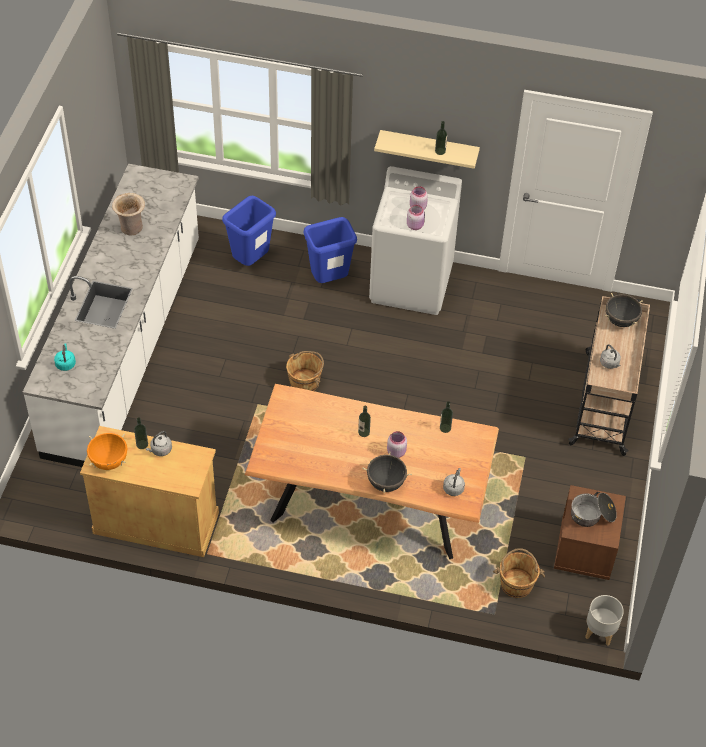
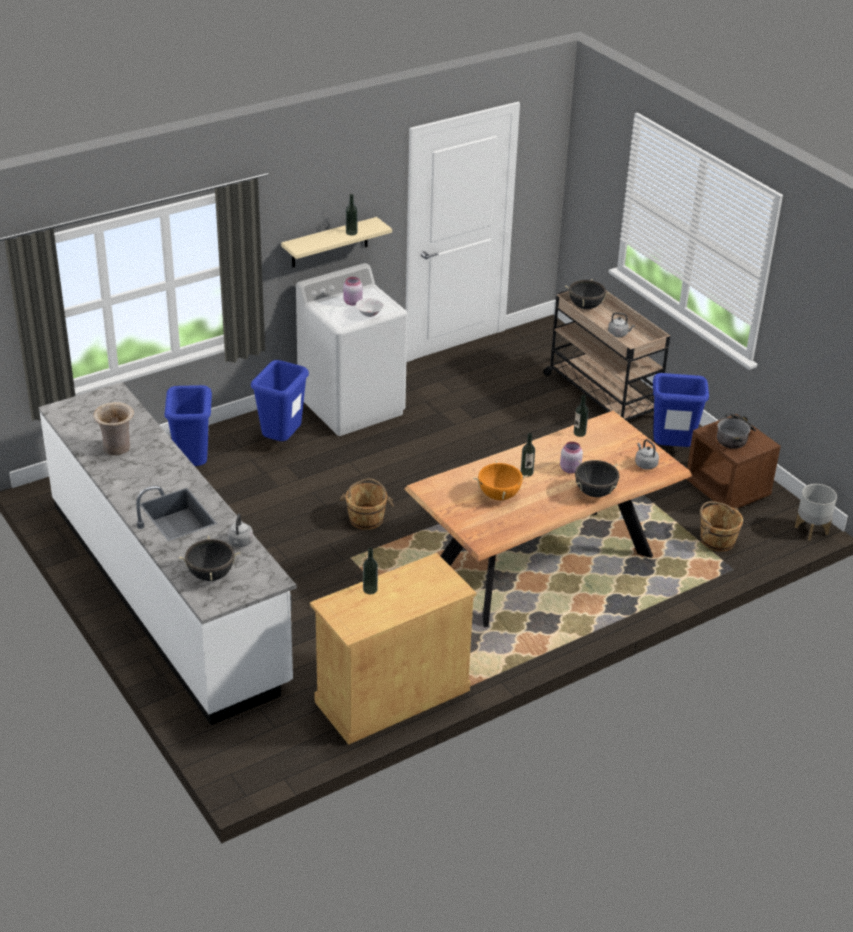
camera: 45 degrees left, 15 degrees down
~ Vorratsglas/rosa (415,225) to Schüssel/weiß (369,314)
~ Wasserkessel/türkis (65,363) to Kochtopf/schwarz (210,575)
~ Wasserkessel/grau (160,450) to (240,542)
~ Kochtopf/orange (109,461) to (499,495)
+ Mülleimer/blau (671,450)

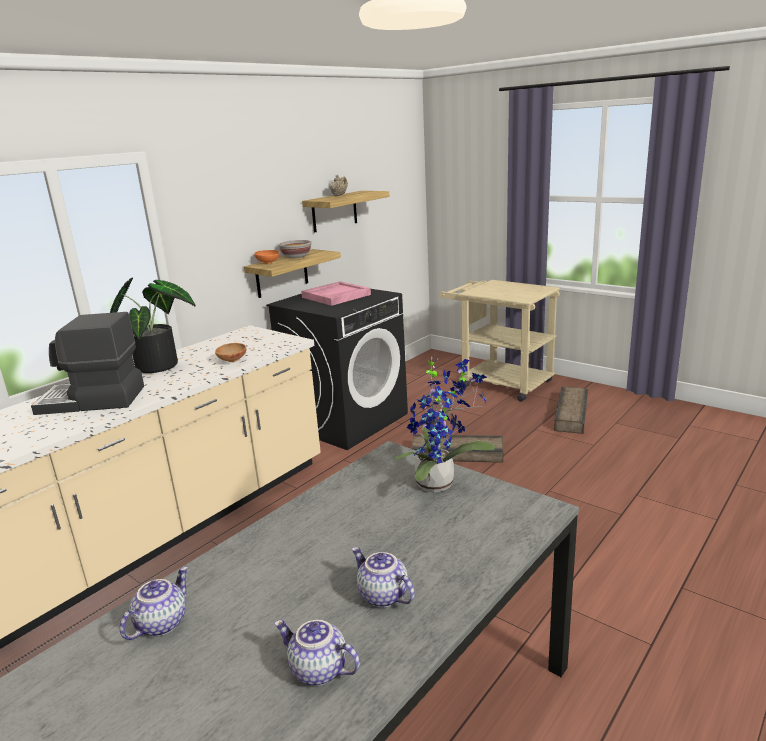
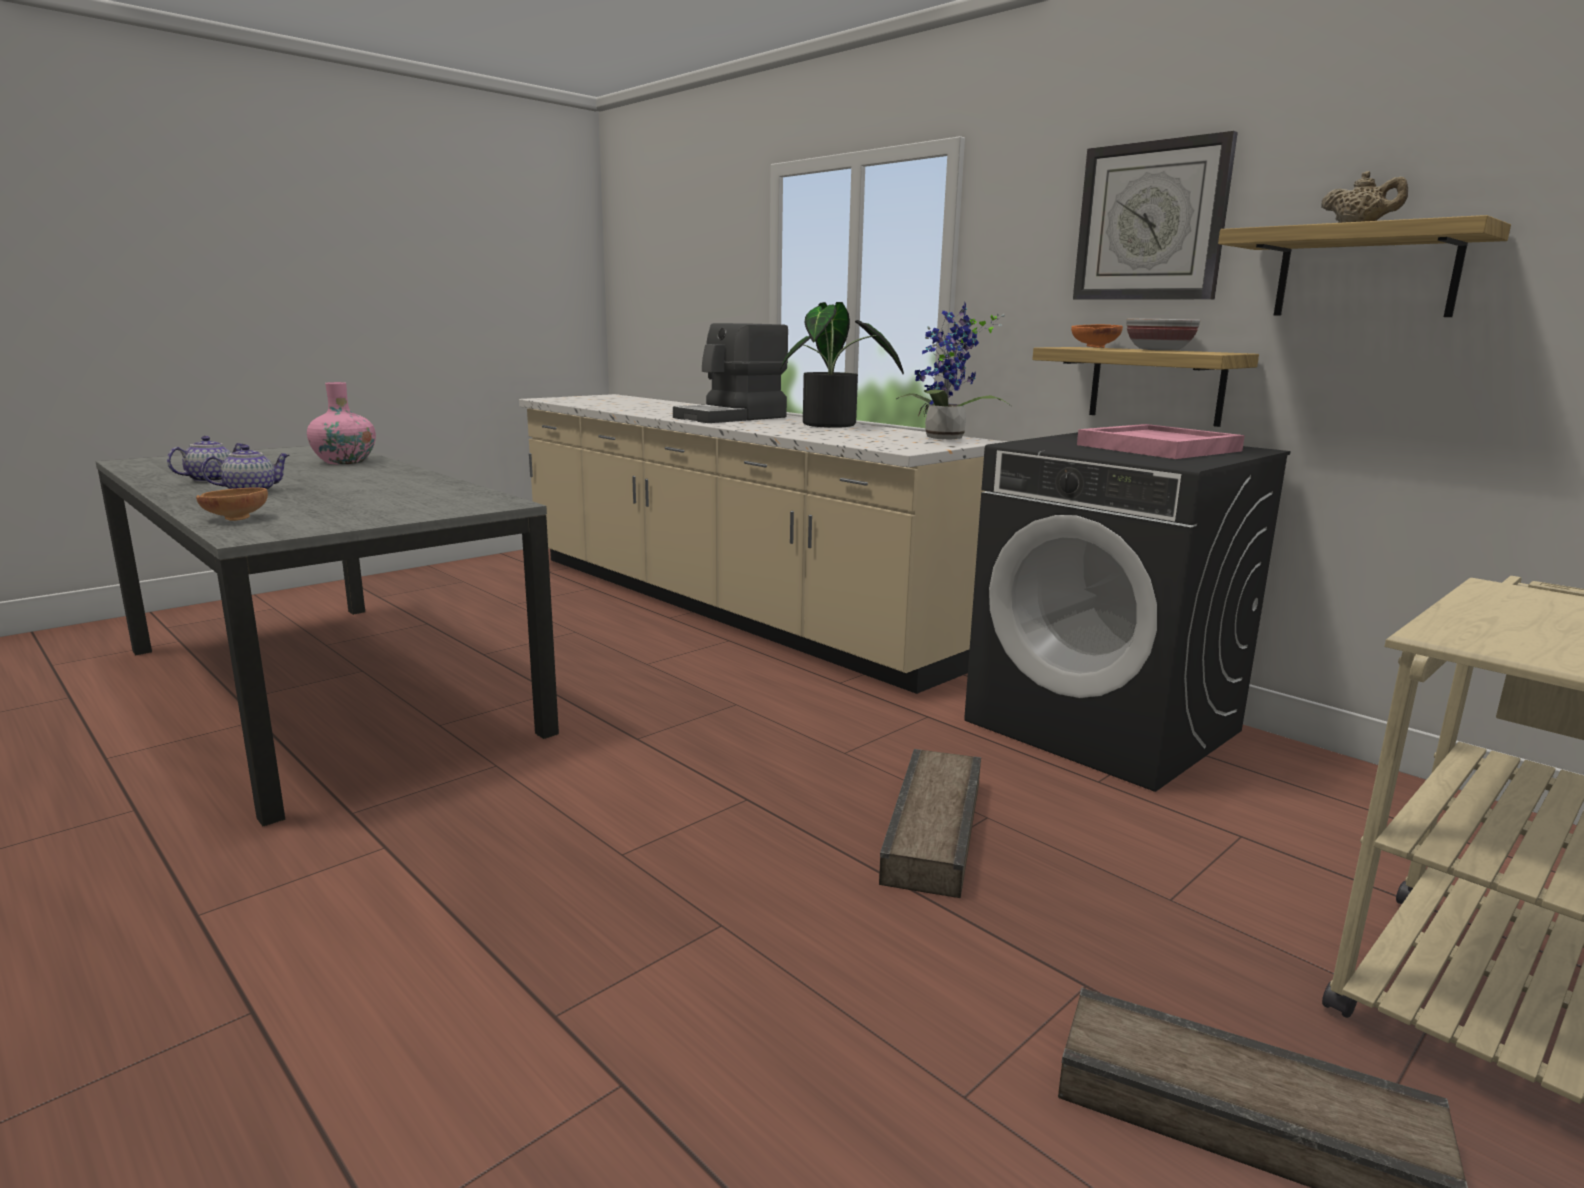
camera: 95 degrees right, 5 degrees down
~ Kaffeemaschine (92,401) = (732,417) 135 degrees counterclockwise
~ Schüssel/braun (232,361) to (235,518)
~ Topfpflanze (440,483) to (945,439)
~ Teekanne (161,623) to Vase/rosa (345,461)
+ Wanduhr (1151,222)

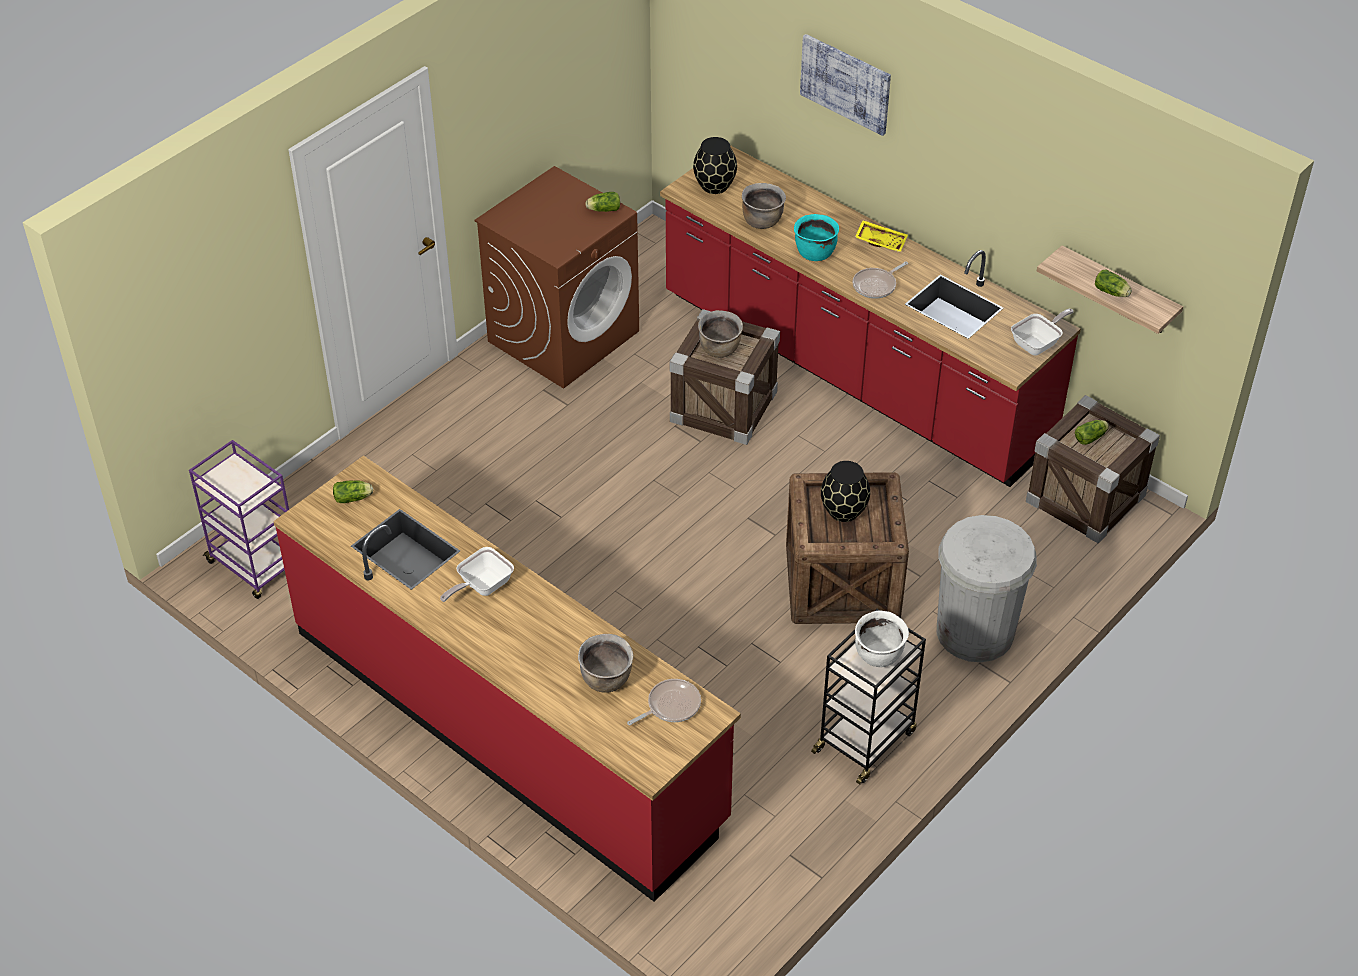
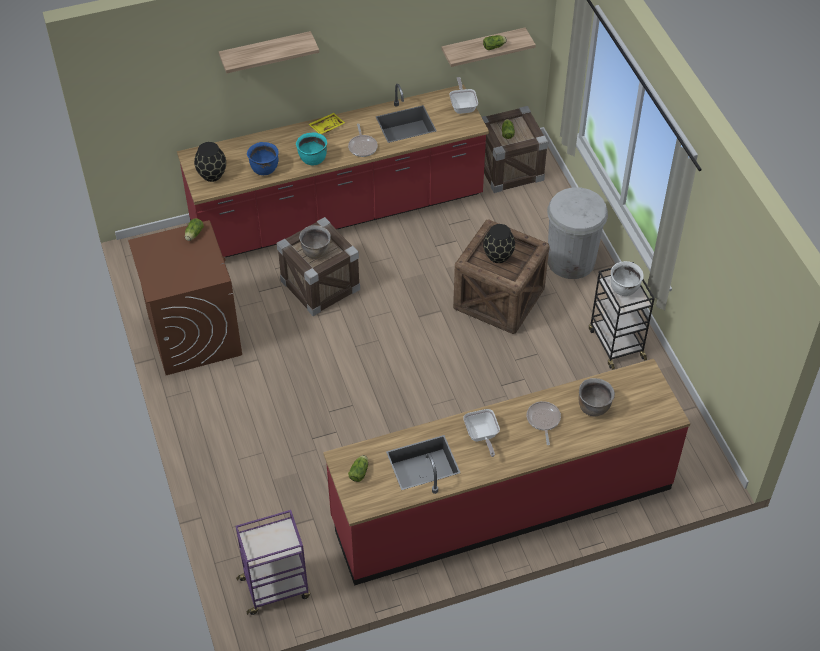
camera: 60 degrees left, 5 degrees up
~ Bild (846,83) to Wandregal (266,52)
~ Kochtopf/braun (762,221) to Kochtopf/blau (264,168)
~ Pfanne (671,706) to (543,420)

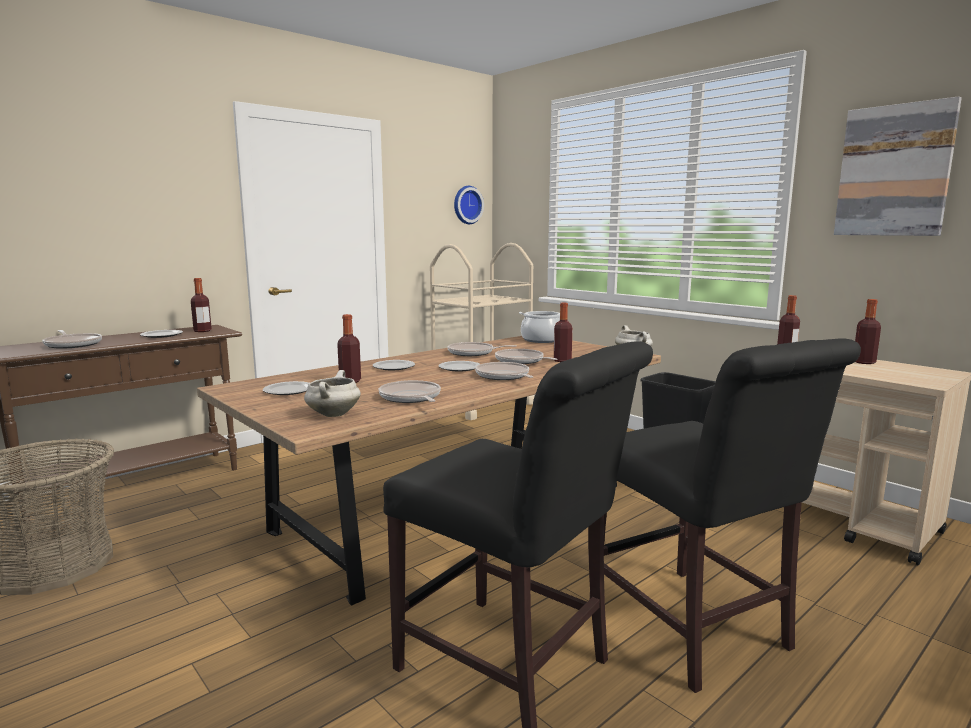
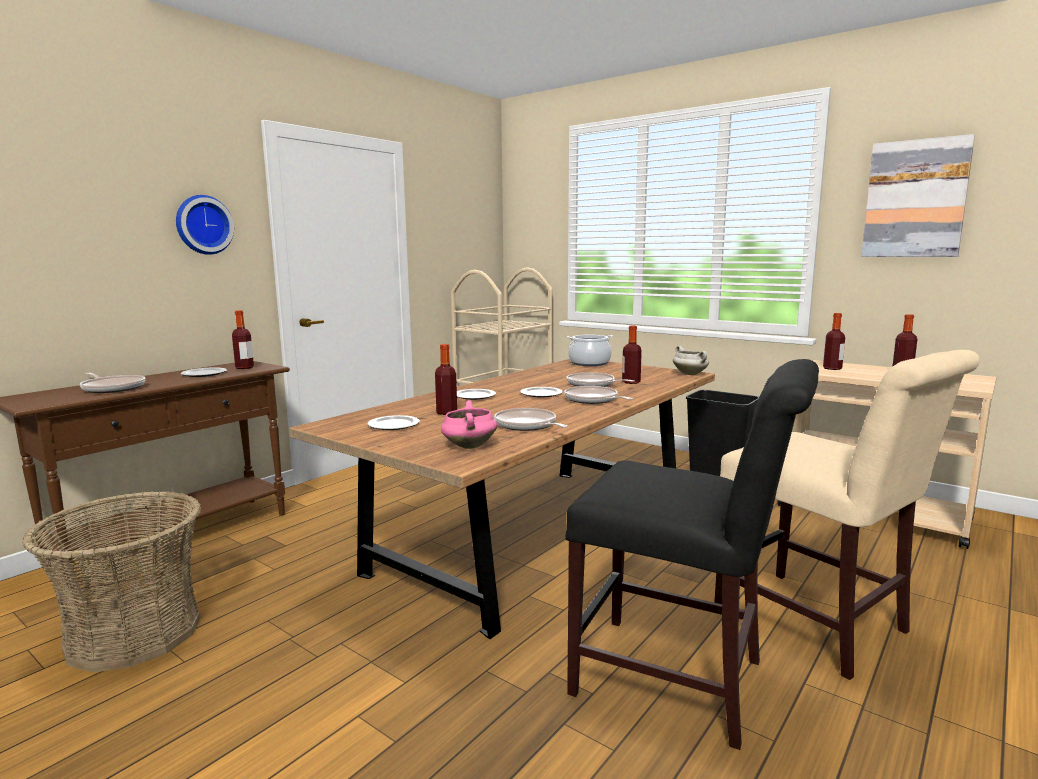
camera: 10 degrees left, 0 degrees up
~ Wanduhr (466,205) to (203,225)
~ Stuhl/schwarz (694,631) to Stuhl/beige (818,626)
- Pfanne (473,353)
~ Kochtopf/weiß (333,414) to Kochtopf/rosa (468,446)

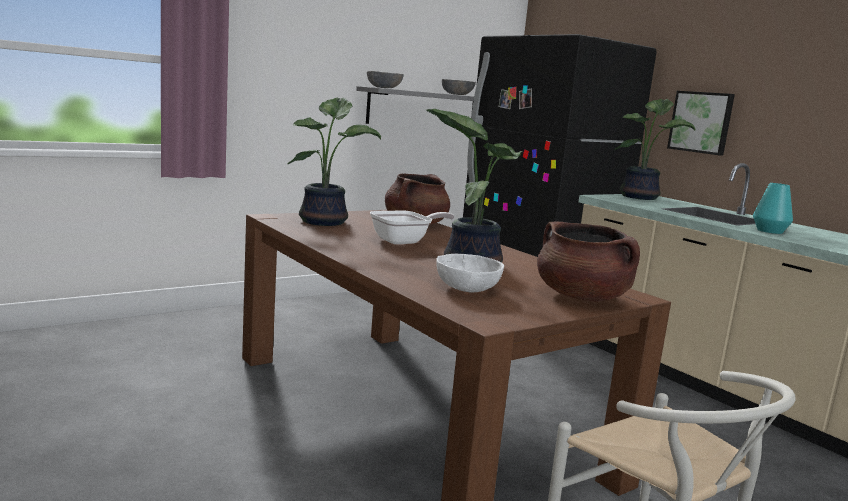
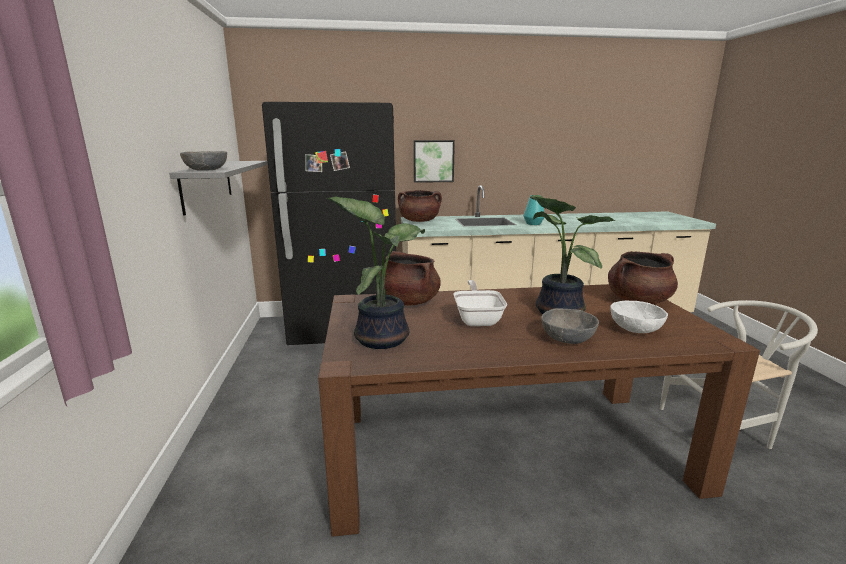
camera: 60 degrees left, 5 degrees up
~ Schüssel/grau (457,94) to (567,338)
~ Topfpflanze (641,197) to Kochtopf/braun (419,221)

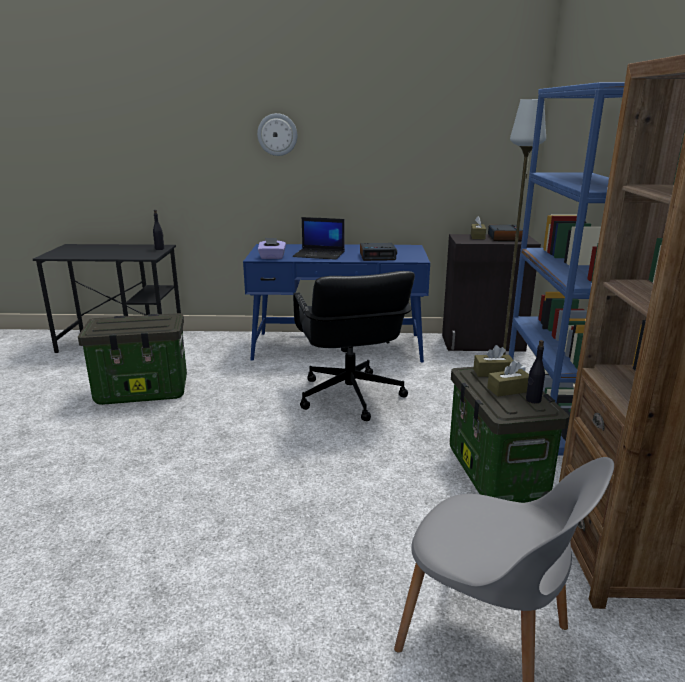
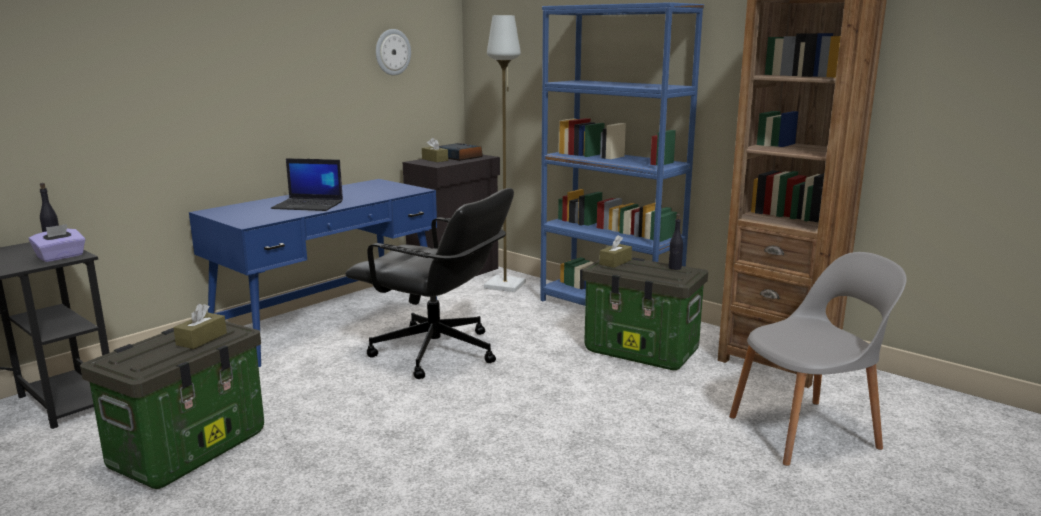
camera: 50 degrees left, 5 degrees down
~ Wanduhr (277,134) to (392,52)
~ Laptop (320,254) = (309,205) 45 degrees clockwise
~ Taschentuchbox/lila (272,257) to (61,257)
- Wecker (378,256)
~ Taschentuchbox/braun (508,390) to (201,339)

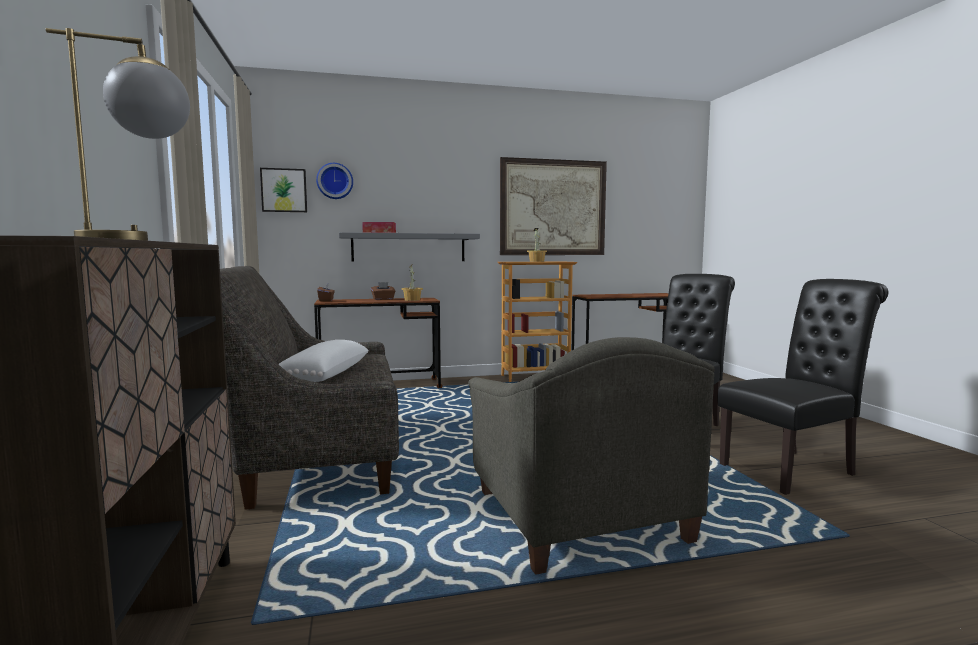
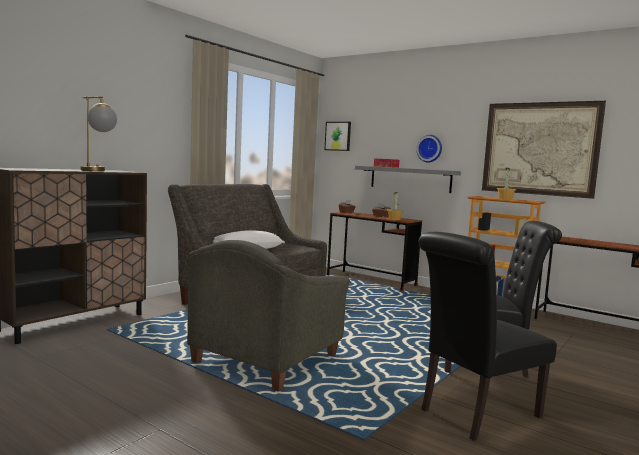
camera: 50 degrees right, 0 degrees up
~ Wanduhr (335,181) to (430,148)
~ Stuhl/schwarz (793,469) = (474,414) 120 degrees clockwise

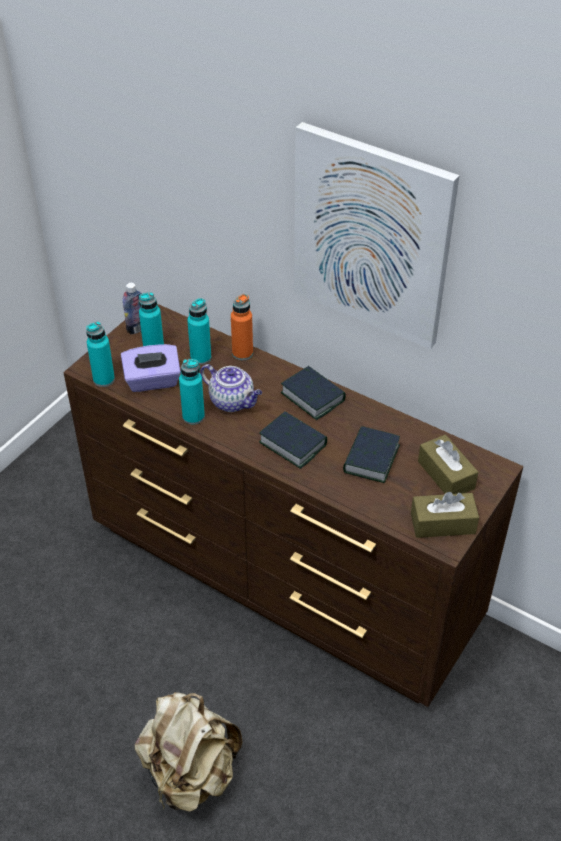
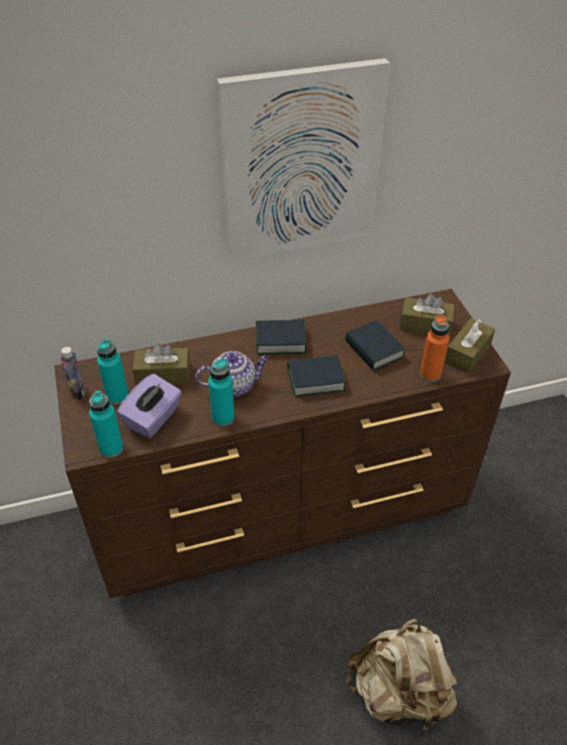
camera: 50 degrees left, 0 degrees up
~ Flasche/orange (242,353) to (430,374)
~ Flasche/türkis (201,357) to Taschentuchbox/braun (163,374)

